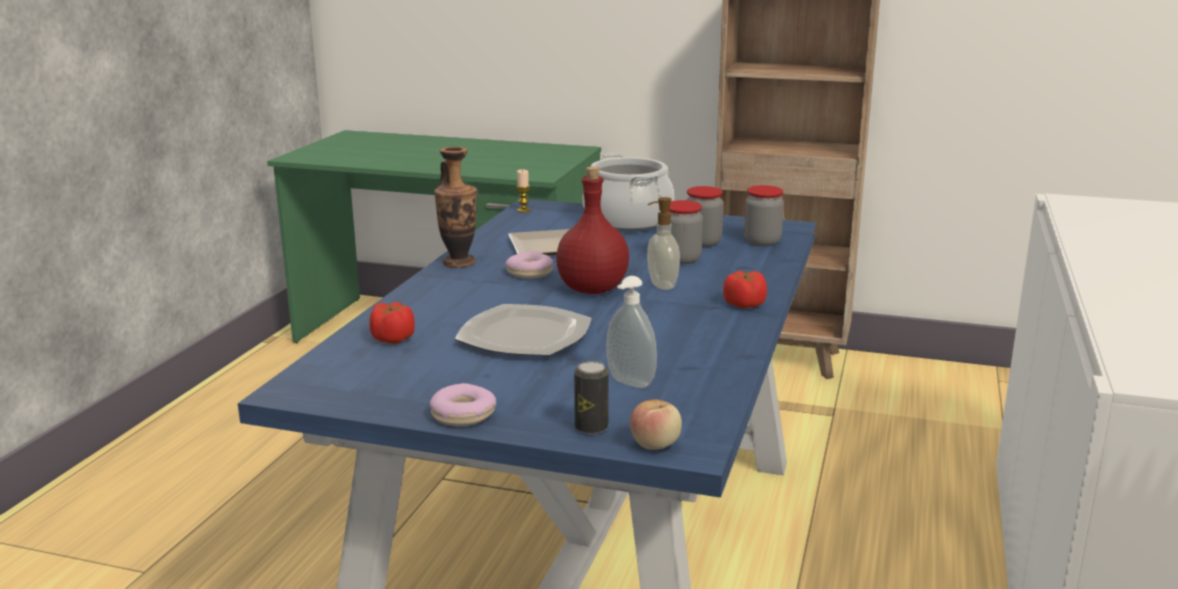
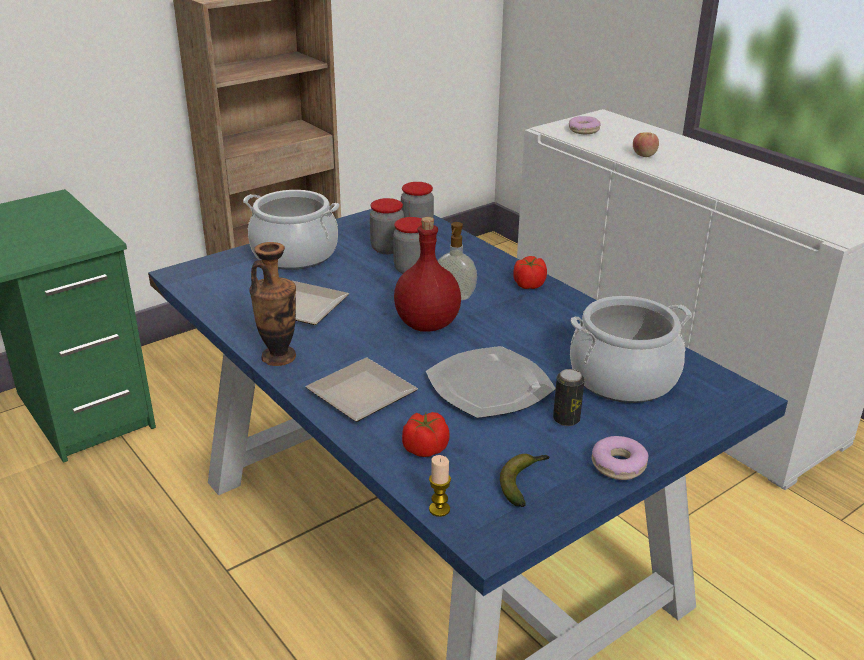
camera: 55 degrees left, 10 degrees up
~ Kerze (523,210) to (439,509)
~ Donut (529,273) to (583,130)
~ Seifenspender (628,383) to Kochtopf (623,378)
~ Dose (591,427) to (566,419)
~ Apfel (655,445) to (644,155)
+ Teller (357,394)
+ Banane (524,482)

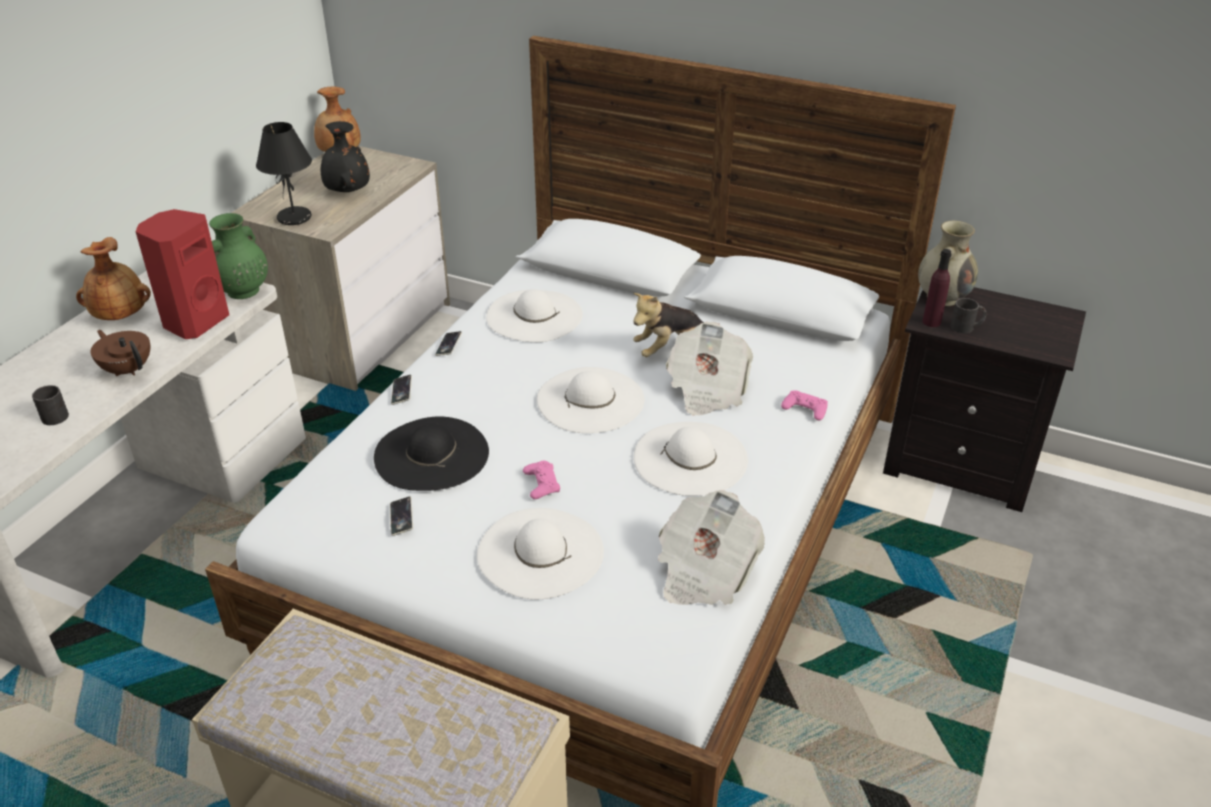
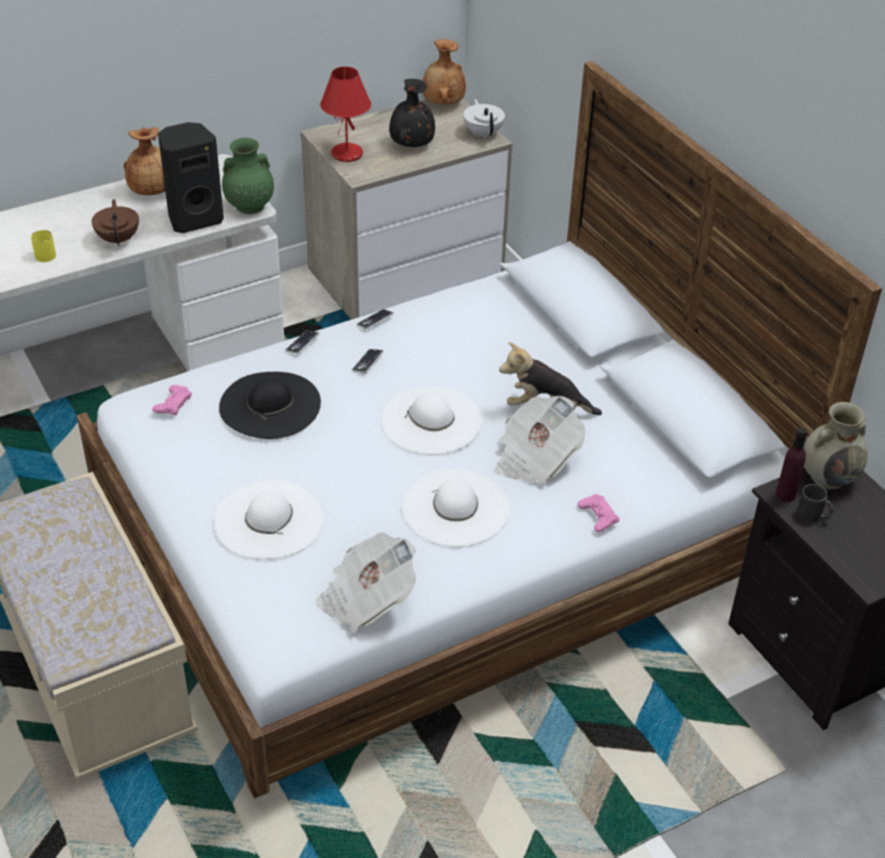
camera: 35 degrees right, 5 degrees up
~ Tischlampe/schwarz (294,218) to Tischlampe/rot (346,154)
~ Lautsprecher/rot (195,322) to Lautsprecher/schwarz (194,219)
- Hut/weiß (534,316)
~ Henkelbecher/schwarz (54,414) to Henkelbecher/gelb (47,253)
~ Gamepad/rosa (541,484) to (173,404)
~ Handy (401,518) to (367,363)
+ Teekanne/weiß (483,133)

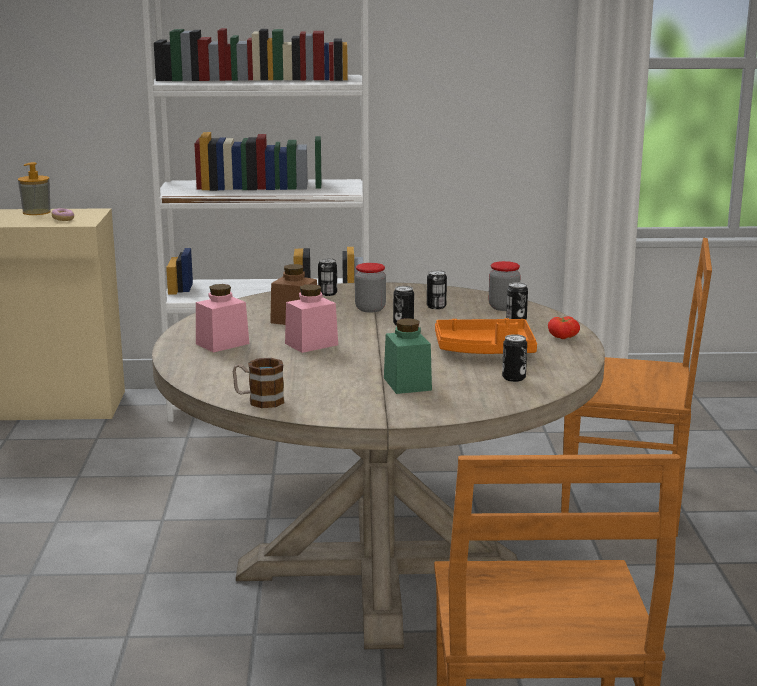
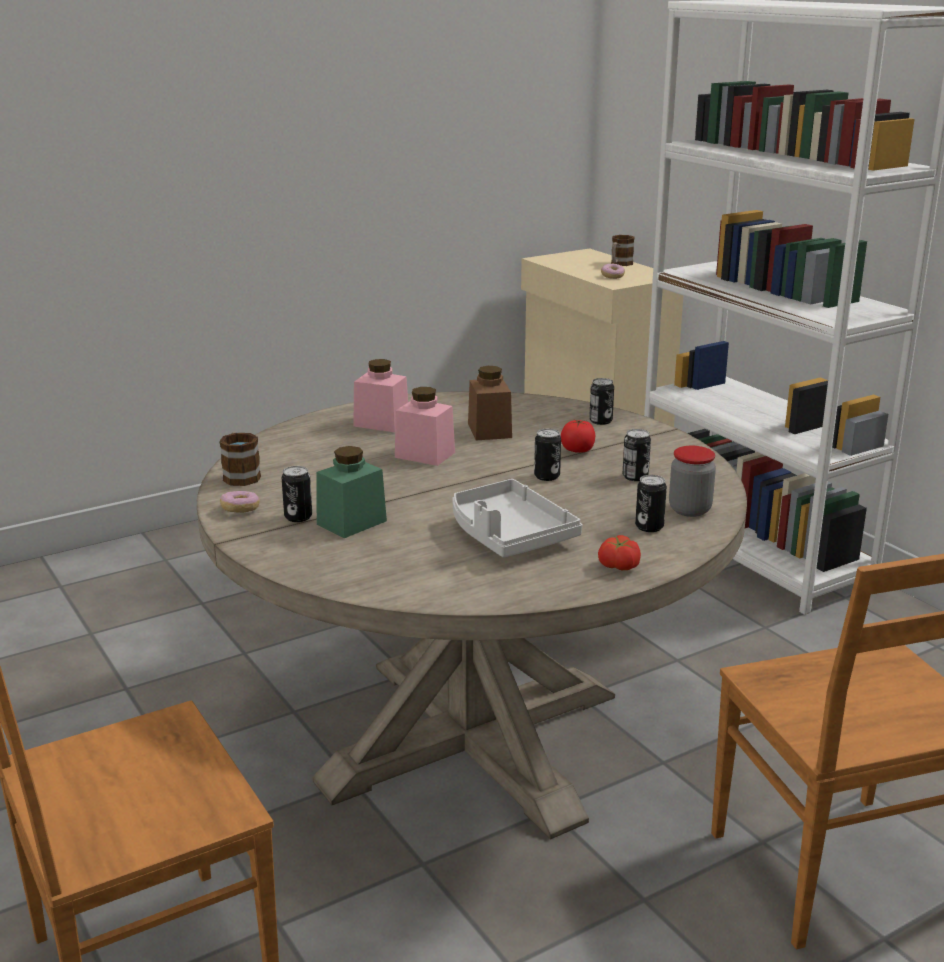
camera: 60 degrees right, 5 degrees up
~ Seifenspender (36,212) to Henkelbecher (619,264)
~ Vorratsglas (370,309) to Tomate (577,450)
~ Tablett/orange (485,350) to Tablett/grau (508,535)
~ Dose (513,378) to (298,517)
+ Donut (240,509)

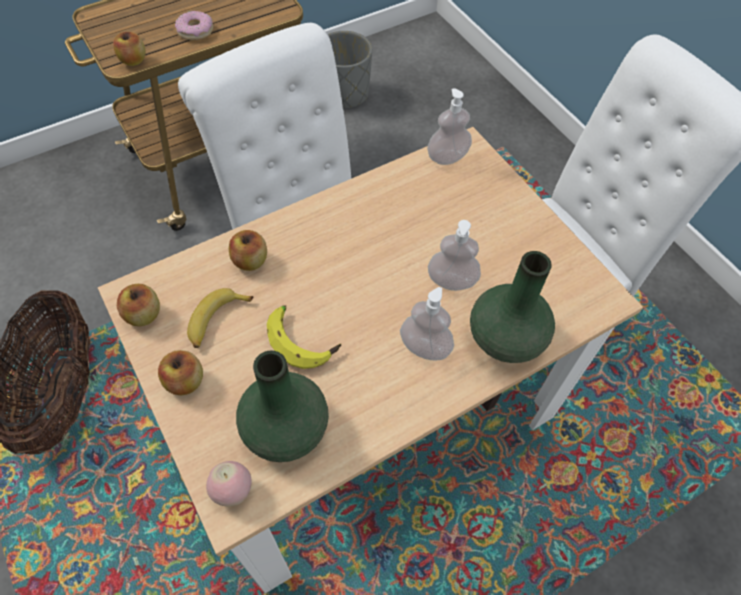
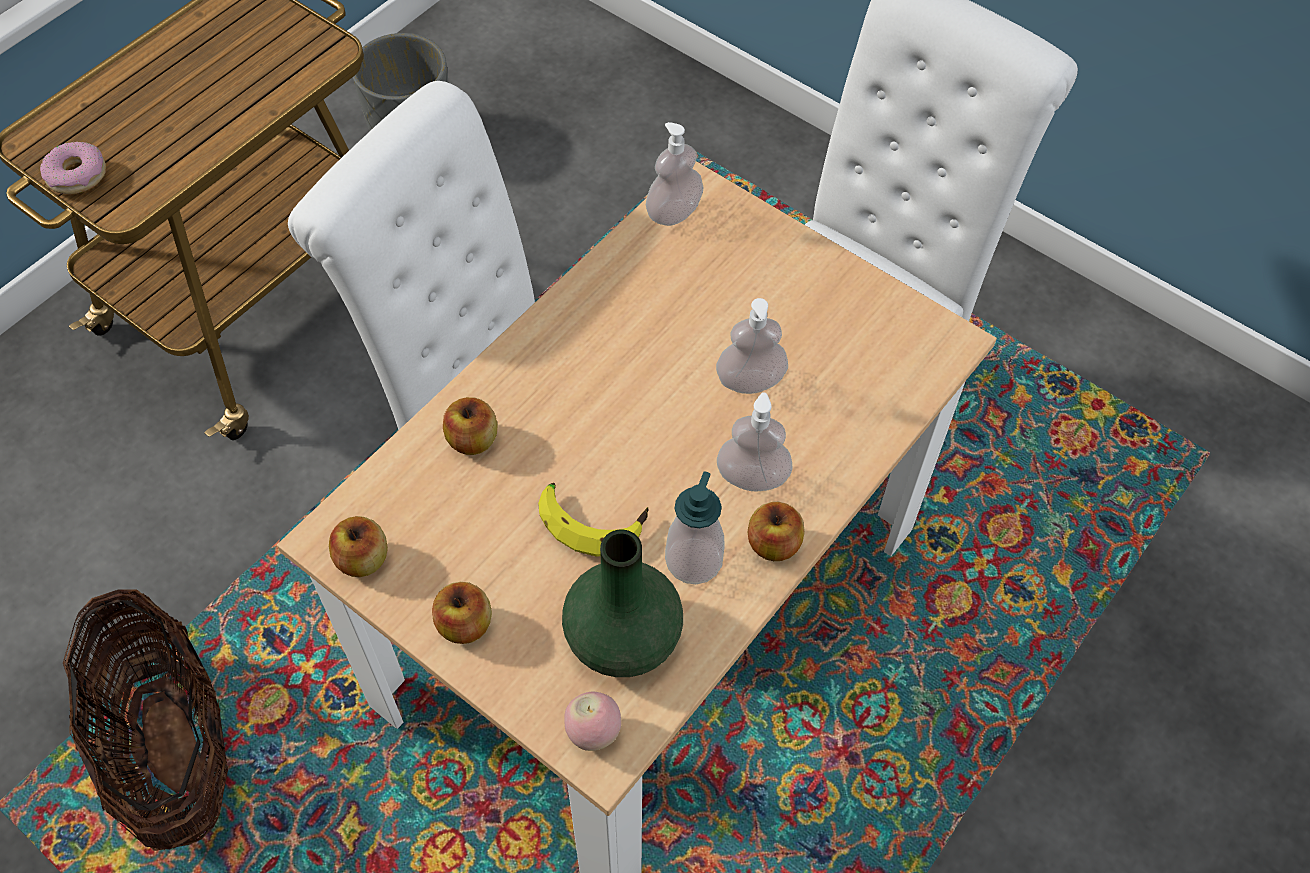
camera: 20 degrees left, 0 degrees up
~ Donut (195,31) to (77,175)
~ Apfel (133,60) to (773,544)
- Vase/grün (507,338)
- Banane (216,321)
+ Seifenspender (694,560)

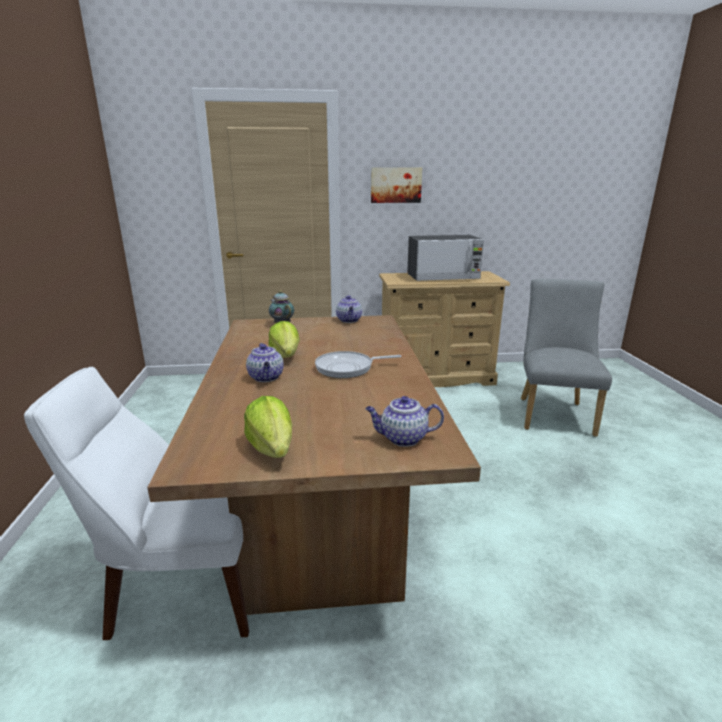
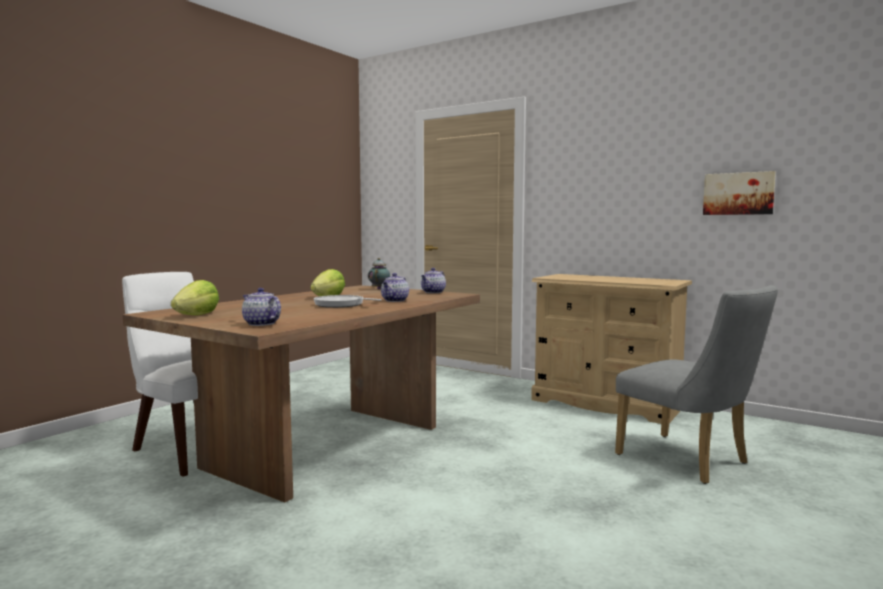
camera: 40 degrees right, 15 degrees down
~ Bild (395,185) to (738,193)
- Mikrowelle (443,277)
~ Stuhl/grau (553,413) = (690,461) 90 degrees clockwise
~ Teekanne (266,378) to (395,300)

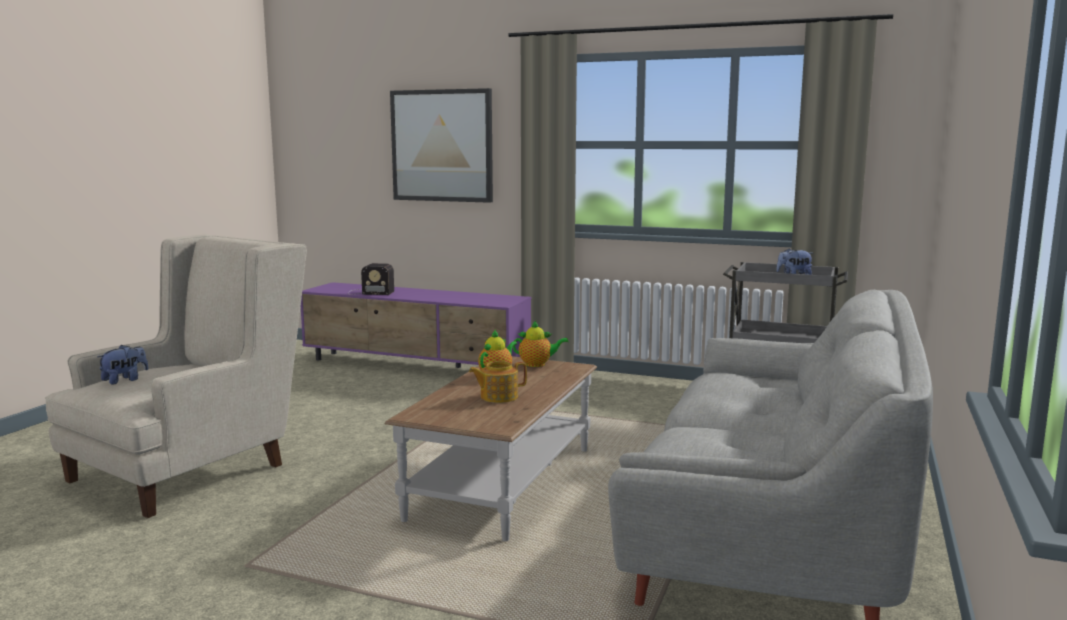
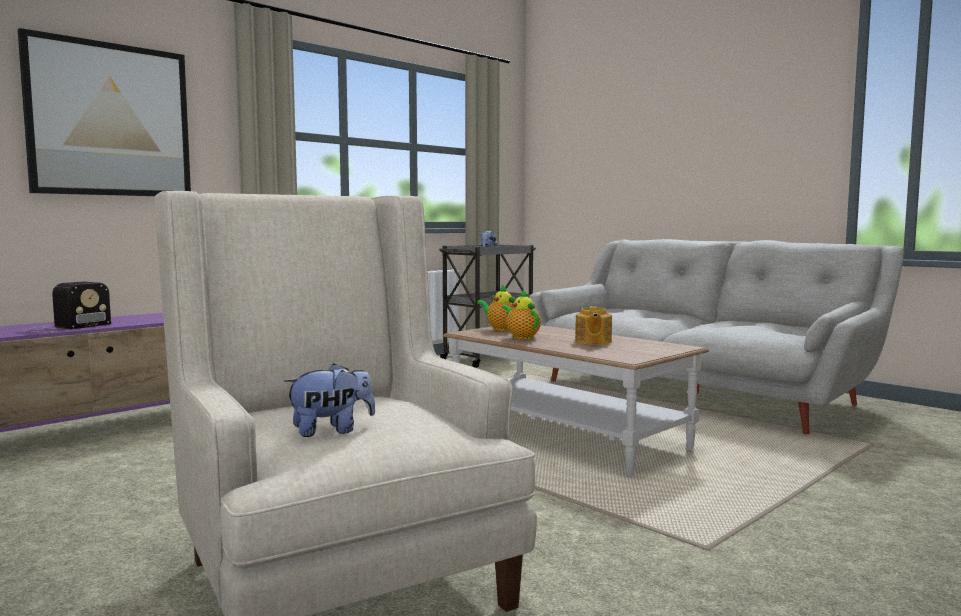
camera: 65 degrees left, 5 degrees down
~ Teekanne (537,364) = (500,329) 75 degrees counterclockwise
~ Plüschtier (125,380) = (331,430) 90 degrees clockwise

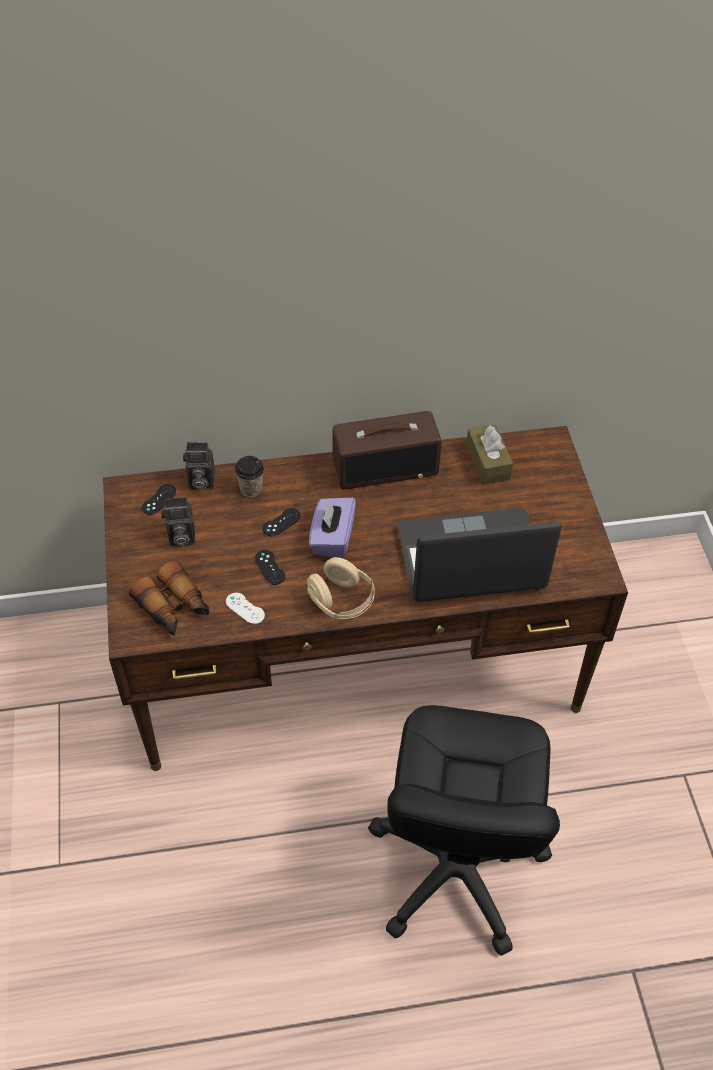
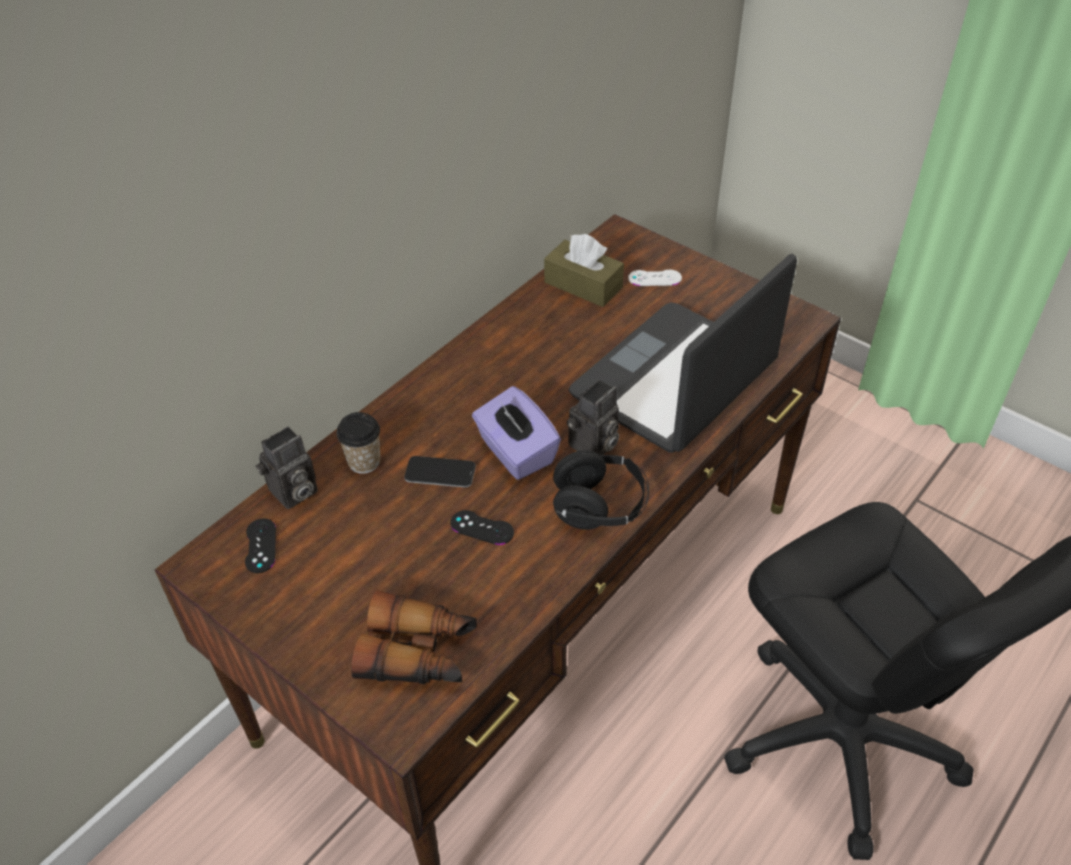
camera: 40 degrees left, 5 degrees down
- Radio (386,467)
~ Kamera (180,537) to (593,446)
~ Gamepad/schwarz (281,522) to Handy (440,473)
~ Kopfhörer/beige (341,601) to Kopfhörer/schwarz (600,507)
~ Gamepad/weiß (245,608) to (655,278)

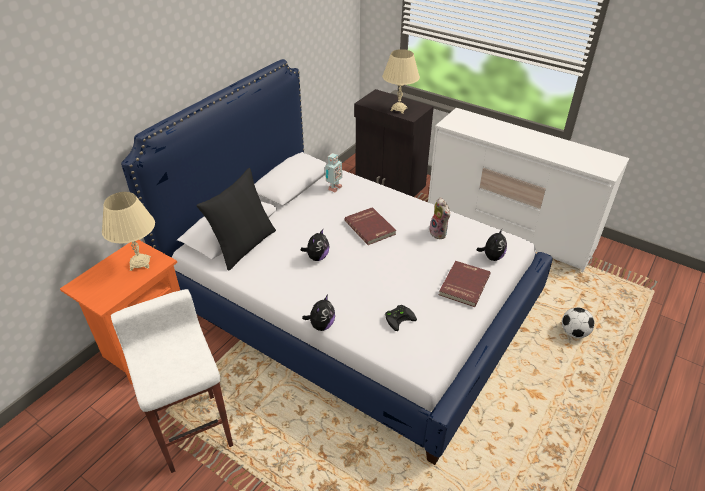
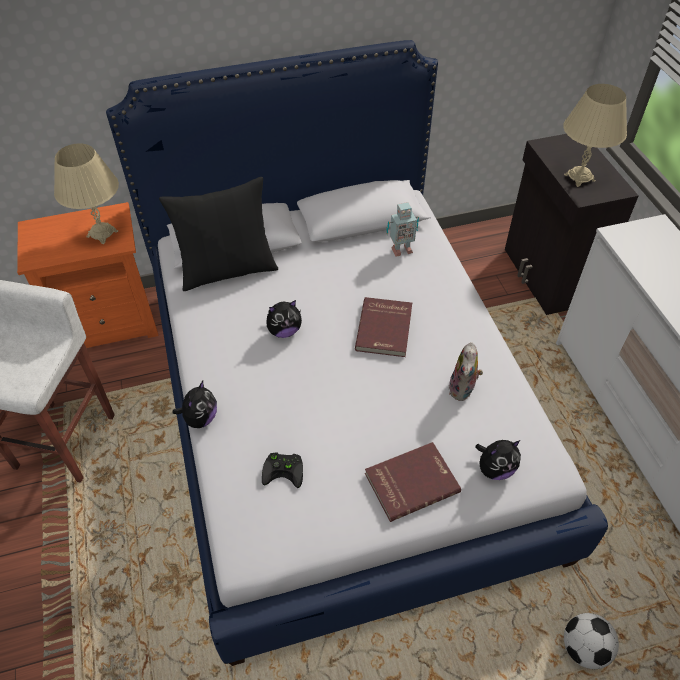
camera: 40 degrees right, 10 degrees up
~ Plüschtier (321,325) = (200,418) 45 degrees counterclockwise

